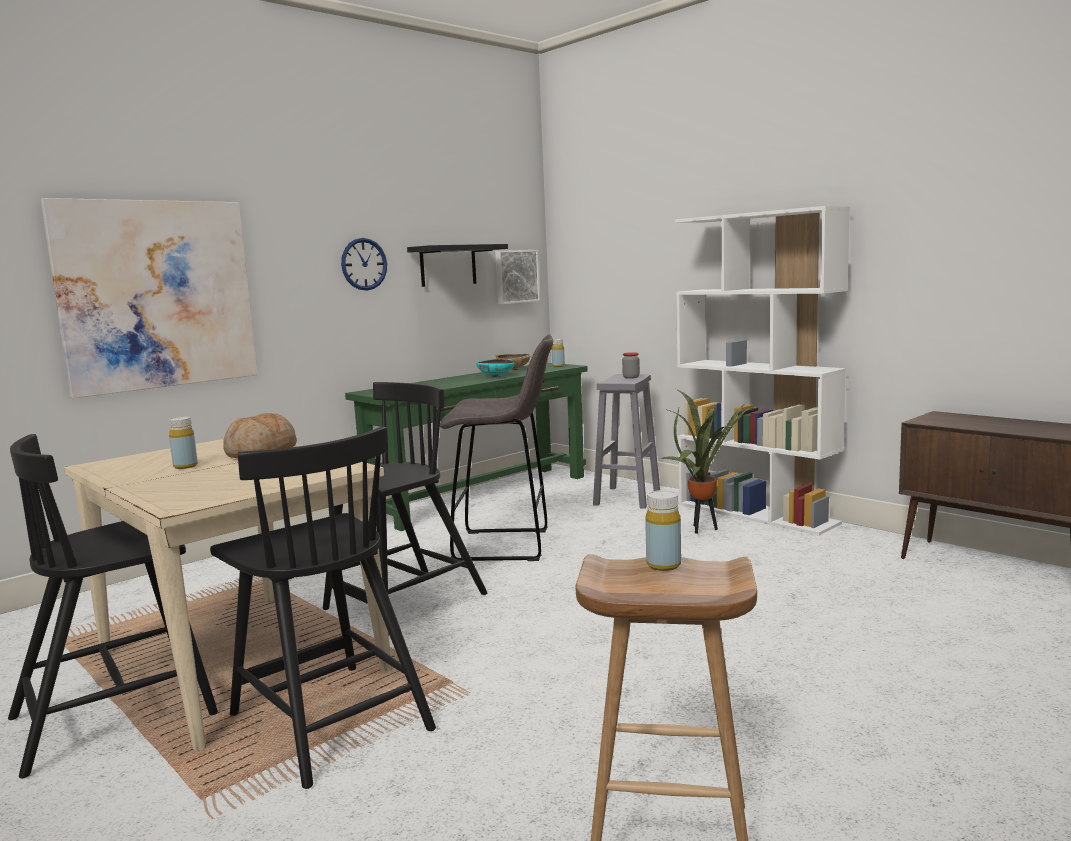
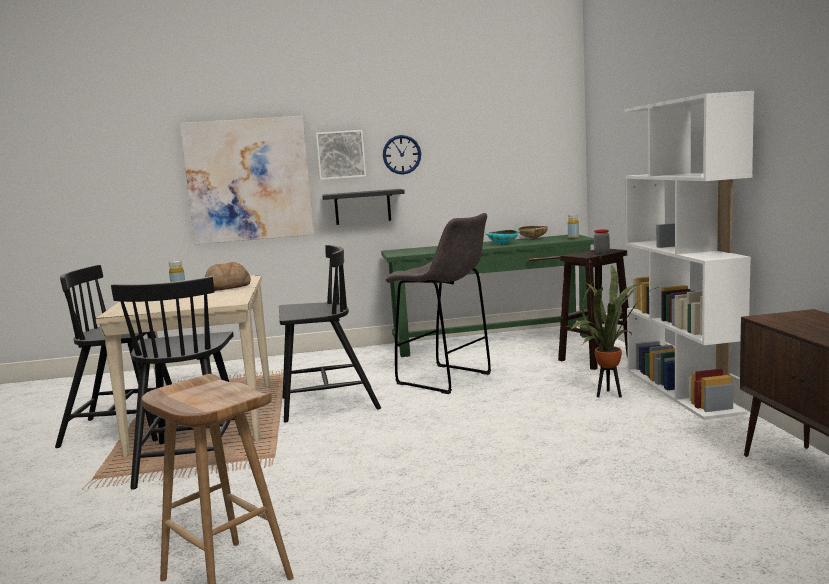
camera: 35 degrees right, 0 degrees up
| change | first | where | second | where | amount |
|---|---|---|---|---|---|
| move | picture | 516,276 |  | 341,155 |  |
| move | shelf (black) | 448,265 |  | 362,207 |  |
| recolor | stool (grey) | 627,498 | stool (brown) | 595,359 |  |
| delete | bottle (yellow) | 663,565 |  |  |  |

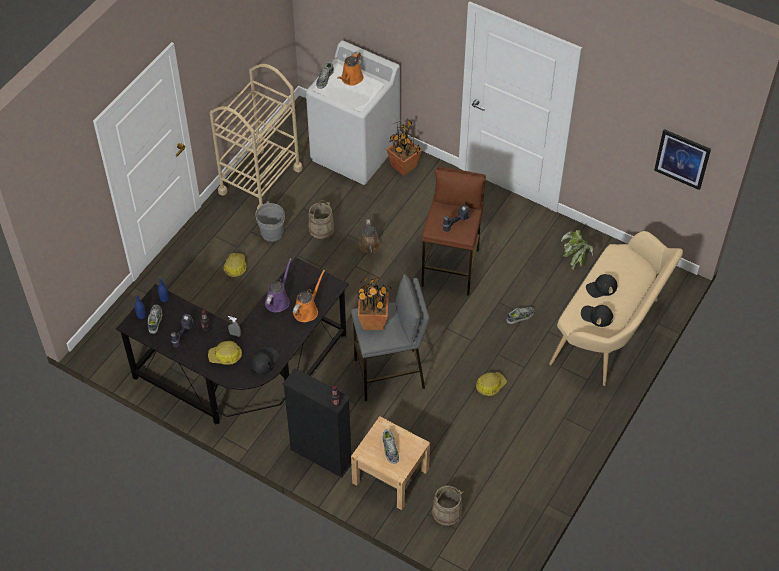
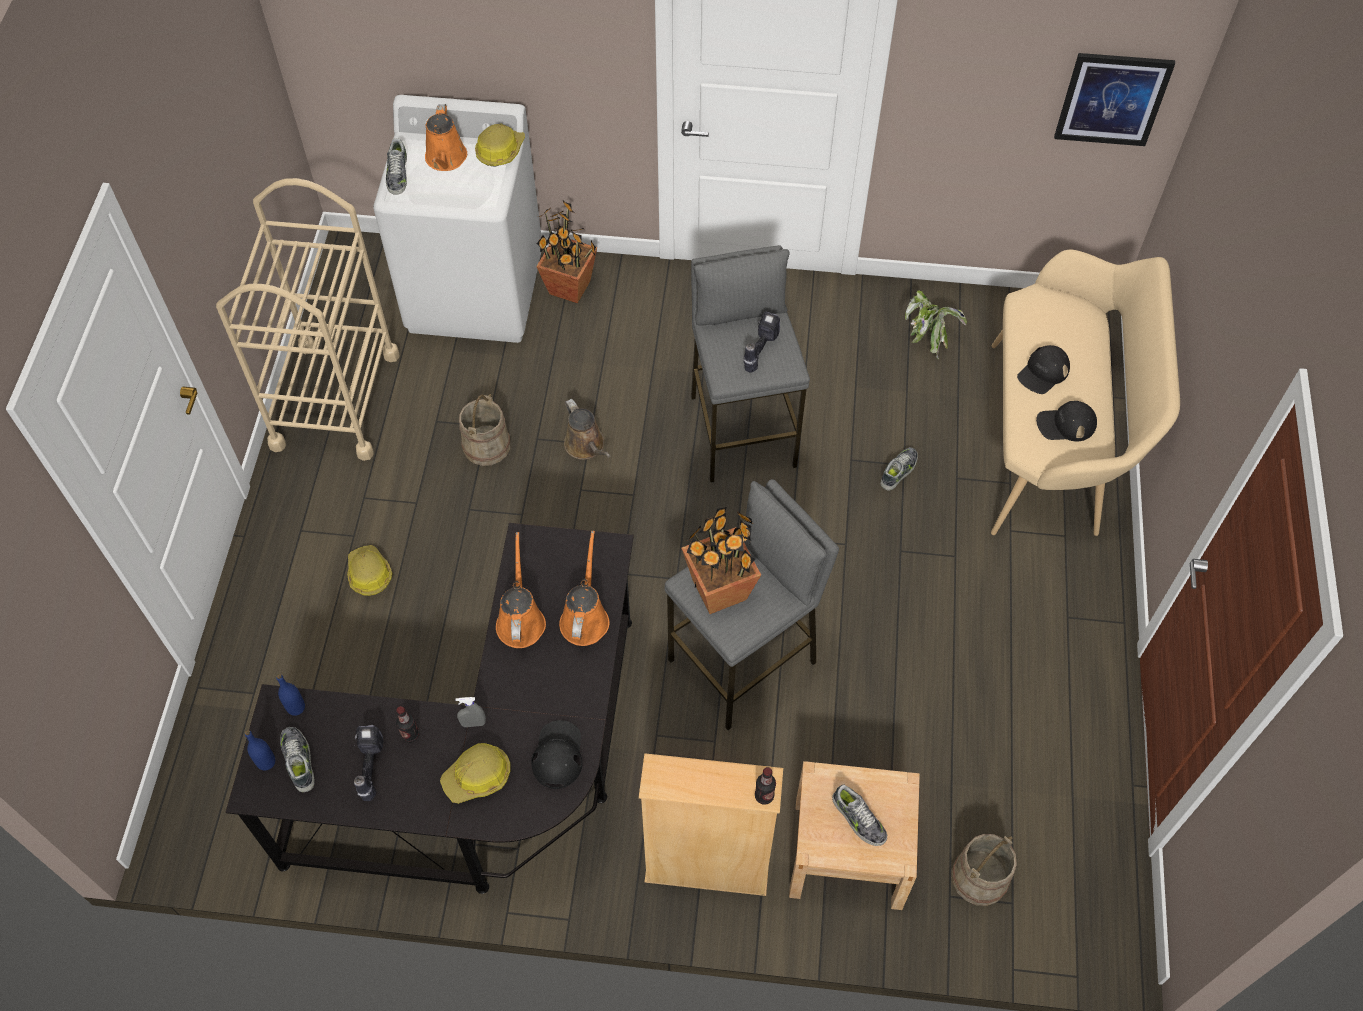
camera: 25 degrees left, 5 degrees up
| change | first | where | second | where | amount |
|---|---|---|---|---|---|
| move | hard hat | 490,385 |  | 500,150 |  |
| recolor | watering can (purple) | 278,300 | watering can (orange) | 520,620 |  |
| recolor | bookcase (black) | 321,456 | bookcase (beige) | 707,870 |  |
| recolor | stool (brown) | 451,268 | stool (grey) | 742,431 |  |
| delete | bucket (grey) | 272,233 |  |  |  |

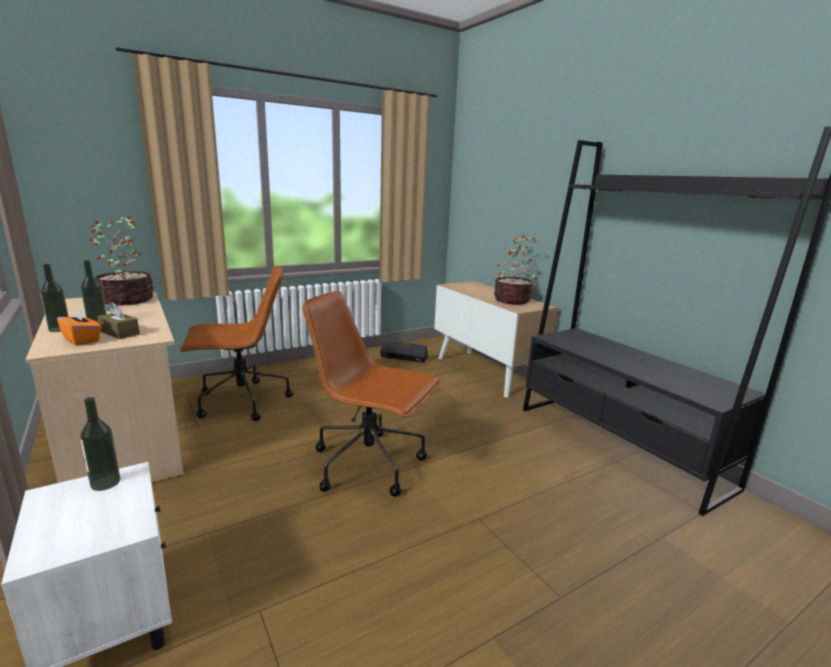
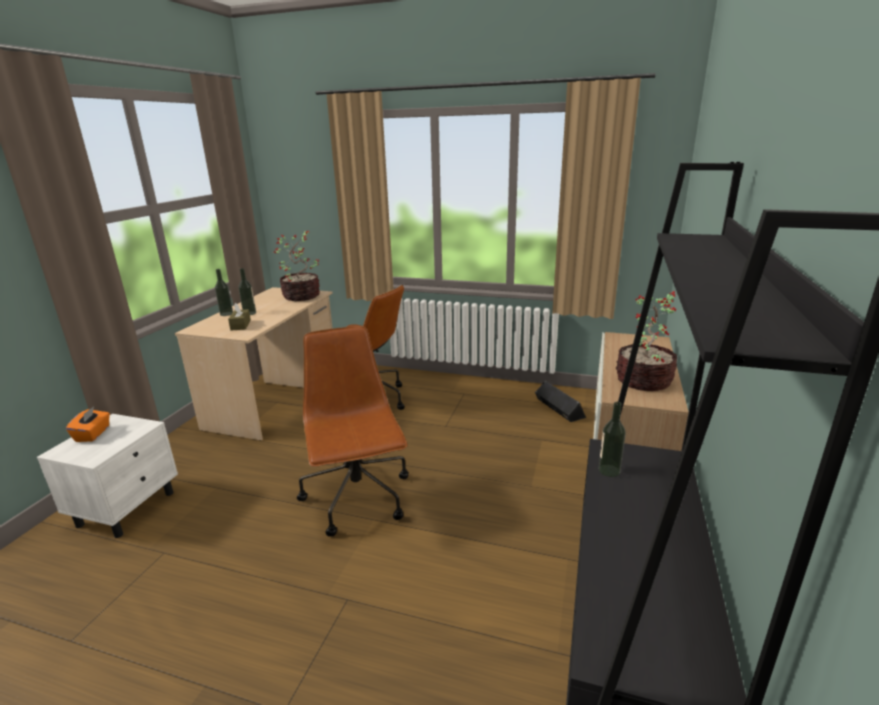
camera: 50 degrees right, 5 degrees up
| change | first | where | second | where | amount |
|---|---|---|---|---|---|
| move | tissue box (orange) | 82,340 |  | 93,434 |  |
| move | bottle | 105,483 |  | 609,470 |  |

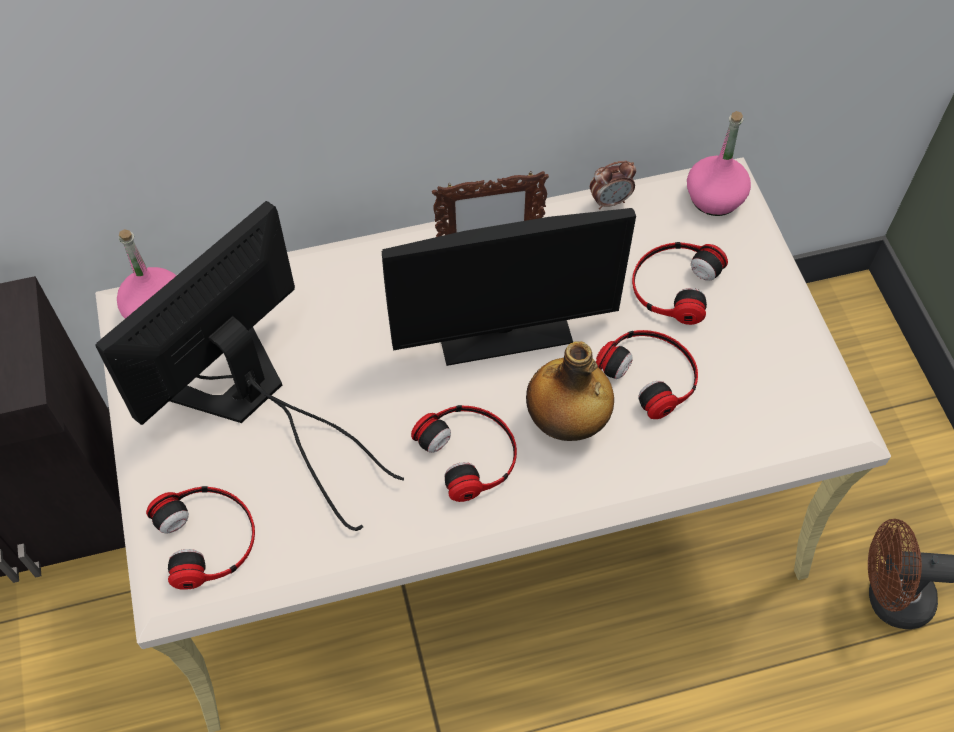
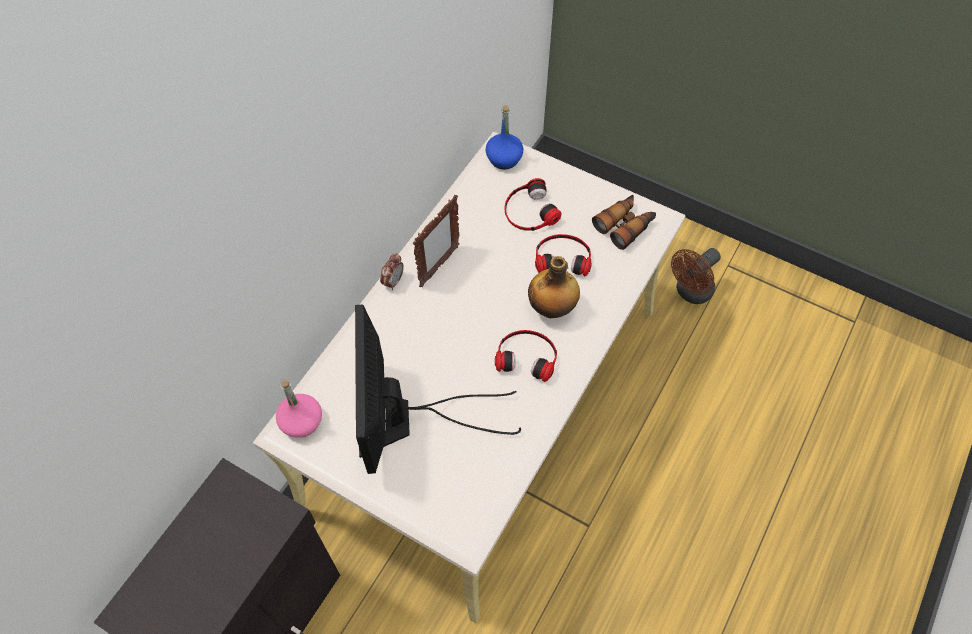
camera: 45 degrees left, 0 degrees up
| change | first | where | second | where | amount |
|---|---|---|---|---|---|
| move | alarm clock | 610,201 |  | 393,281 |  |
| recolor | bottle (pink) | 714,198 | bottle (blue) | 504,159 |  |
| insert |  |  | binoculars | 625,225 |  |
| delete | headphones | 207,537 |  |  |  |
| delete | monitor | 503,330 |  |  |  |

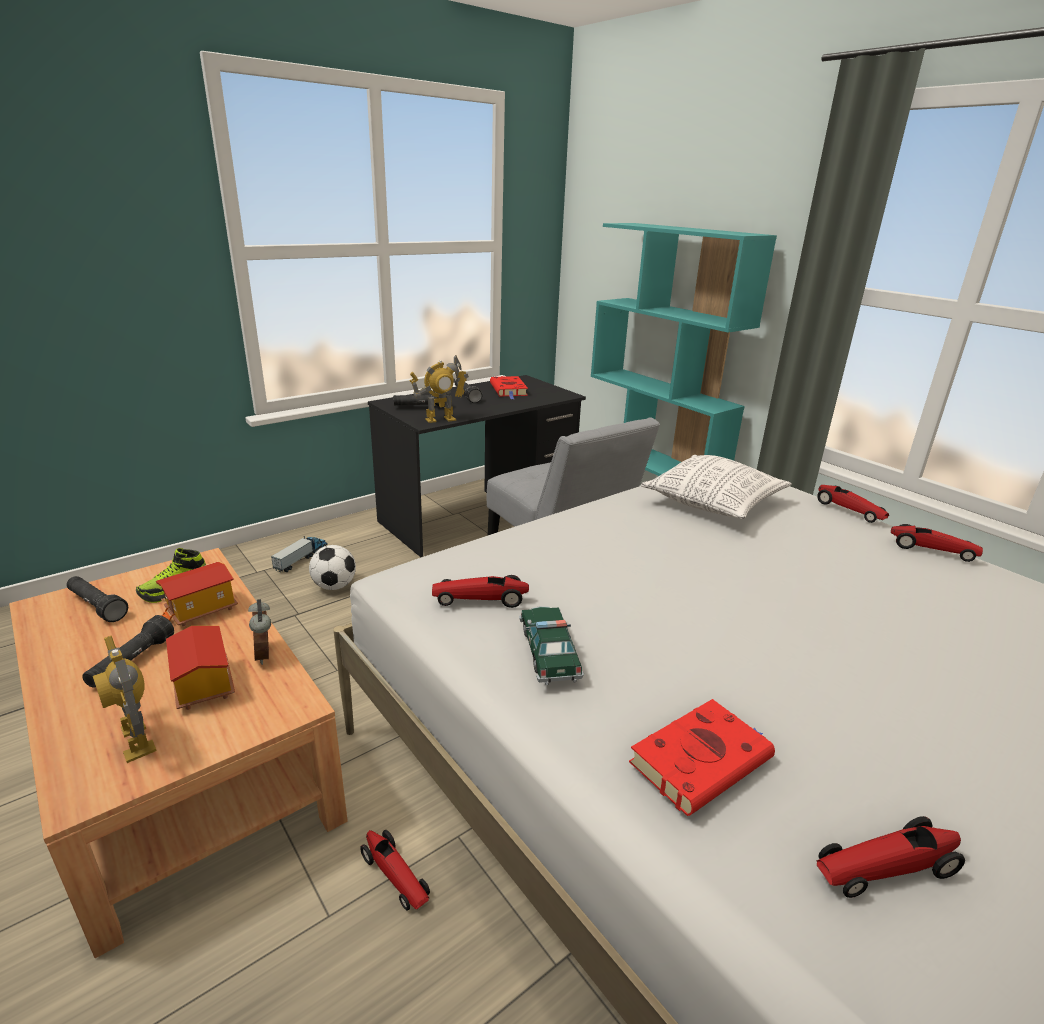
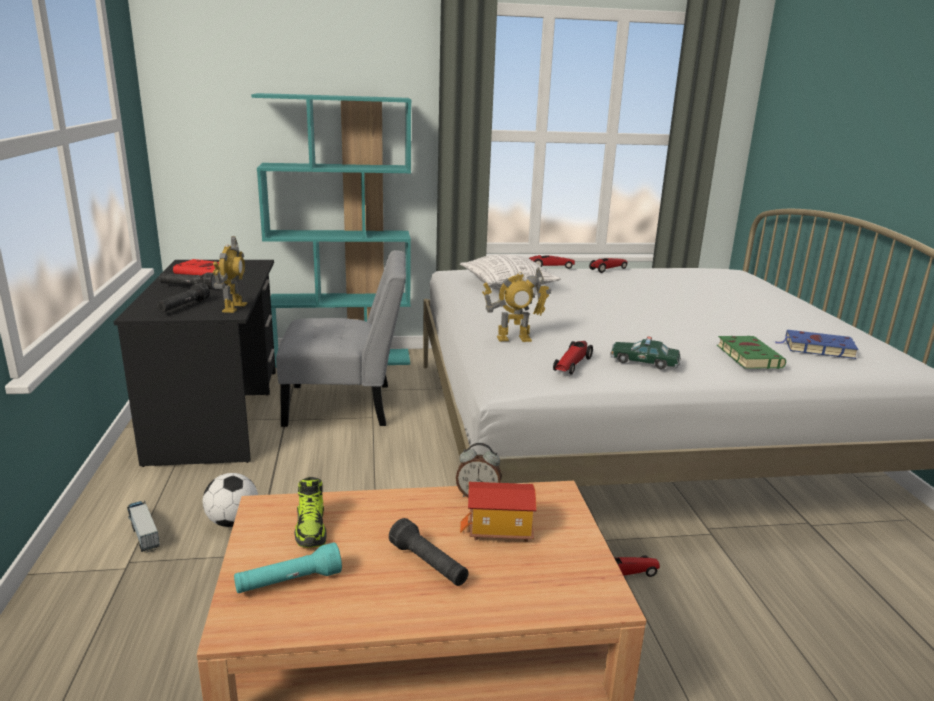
camera: 60 degrees left, 5 degrees down
| change | first | where | second | where | amount |
|---|---|---|---|---|---|
| recolor | flashlight (black) | 97,606 | flashlight (turquoise) | 289,582 |  |
| move | toy robot | 137,740 |  | 514,338 |  |
| recolor | book (red) | 702,759 | book (green) | 747,356 |  |
| replace | toy car | 886,867 | book (blue) | 816,348 |  |
| delete | toy house | 201,611 |  |  |  |

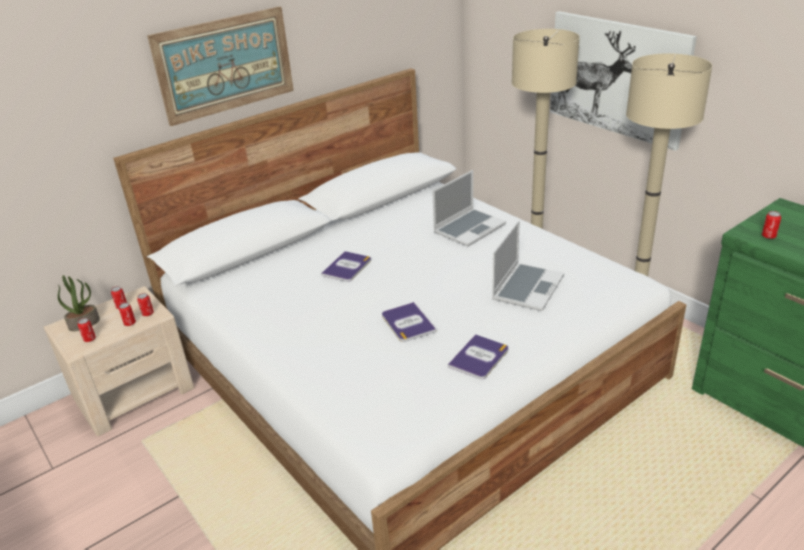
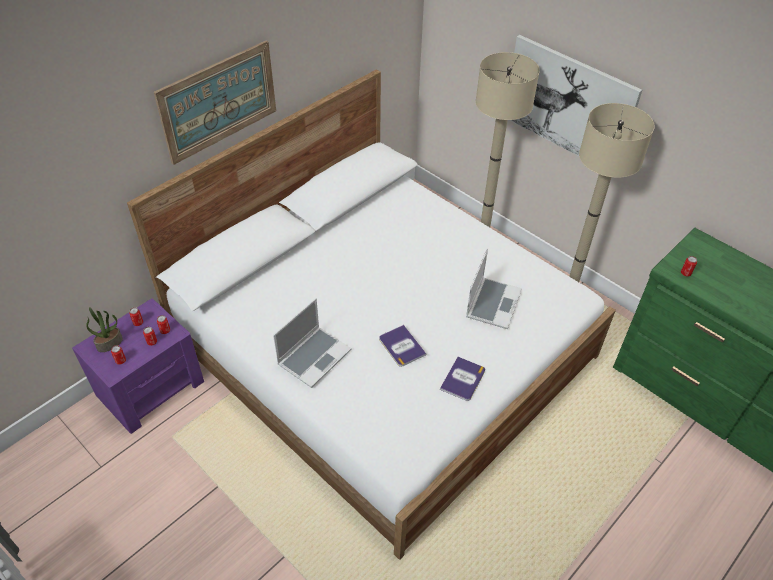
camera: 10 degrees left, 15 degrees up
| change | first | where | second | where | amount |
|---|---|---|---|---|---|
| recolor | nightstand (beige) | 134,392 | nightstand (purple) | 151,387 |  |
| move | laptop | 469,228 |  | 314,356 |  |
| delete | book | 347,267 |  |  |  |

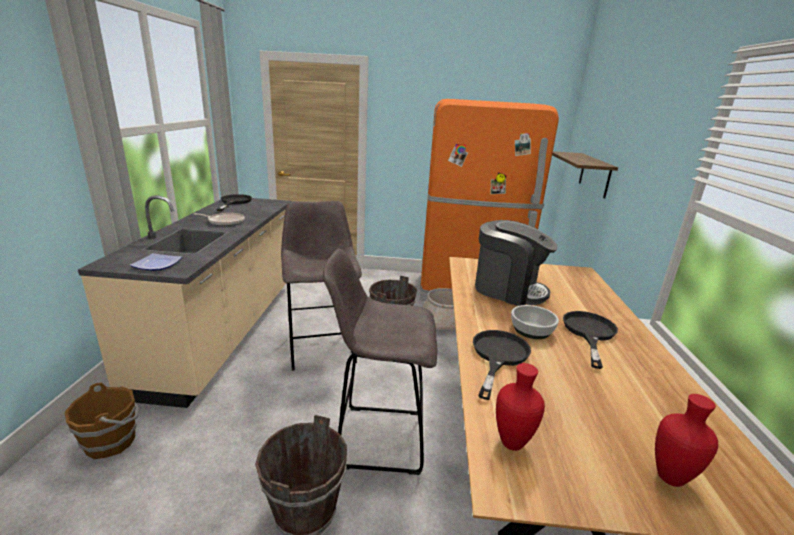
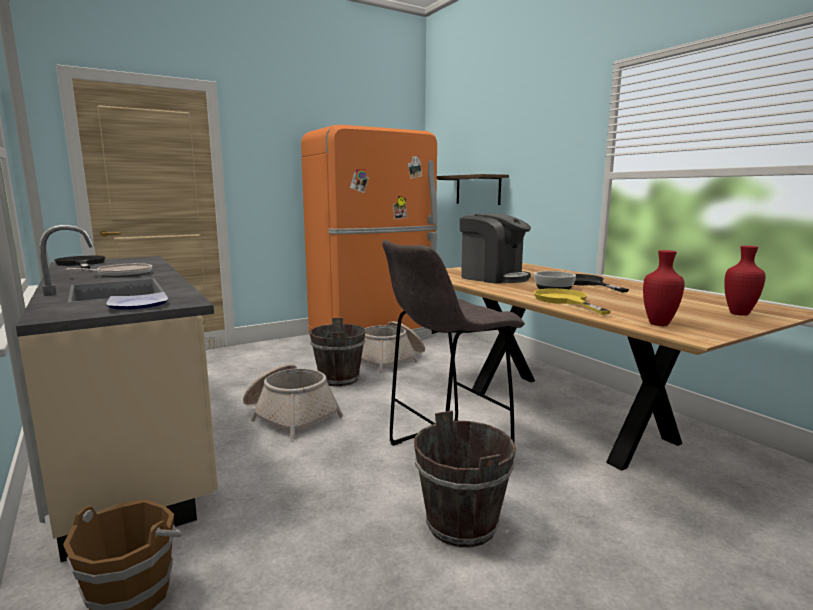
camera: 35 degrees left, 10 degrees down
| change | first | where | second | where | amount |
|---|---|---|---|---|---|
| replace | stool (grey) | 321,348 | basket | 290,415 |  |
| rotate | coffee machine | 508,289 |  | 493,277 | 45 degrees clockwise |
| recolor | frying pan (black) | 498,356 | frying pan (yellow) | 565,301 |  |

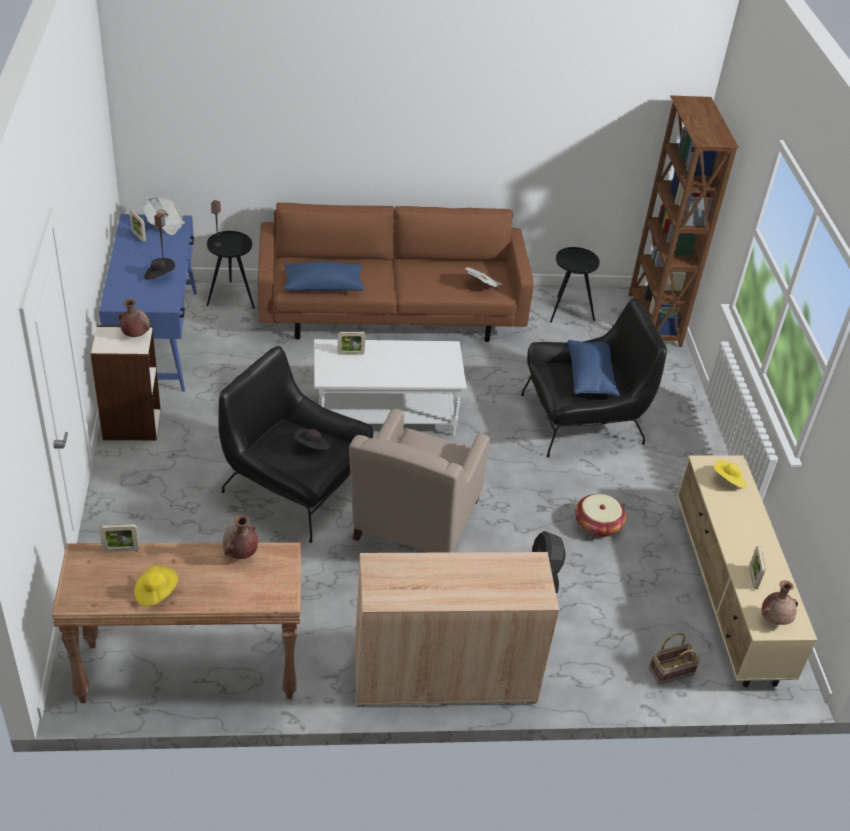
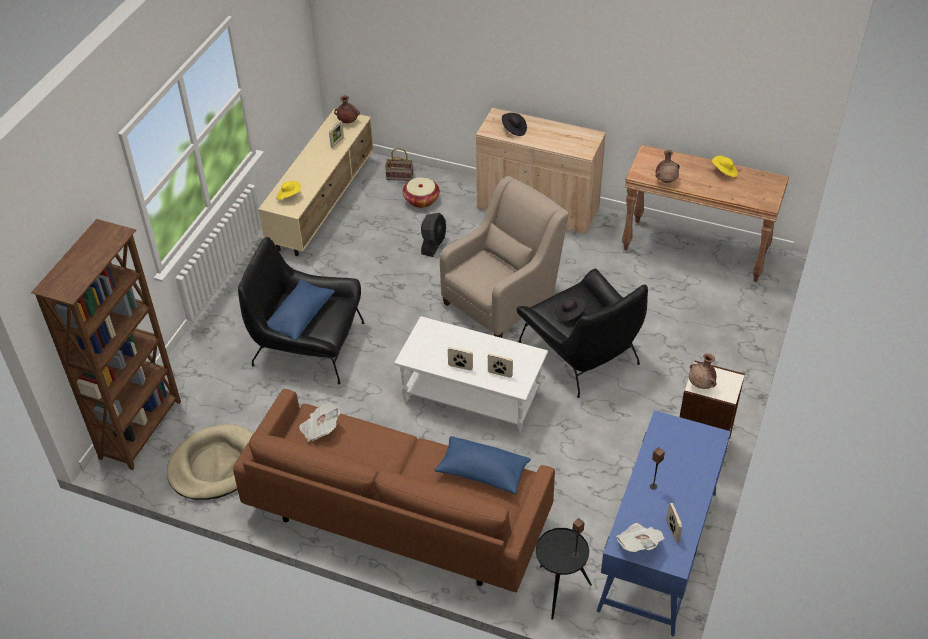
camera: 150 degrees left, 5 degrees up
| change | first | where | second | where | amount |
|---|---|---|---|---|---|
| replace | side table (black) | 567,311 | dog bed (beige) | 215,465 |  |
| move | basket | 597,525 |  | 421,200 |  |
| move | picture frame | 121,550 |  | 460,367 |  |
| move | hat (black) | 159,276 |  | 514,129 |  |

